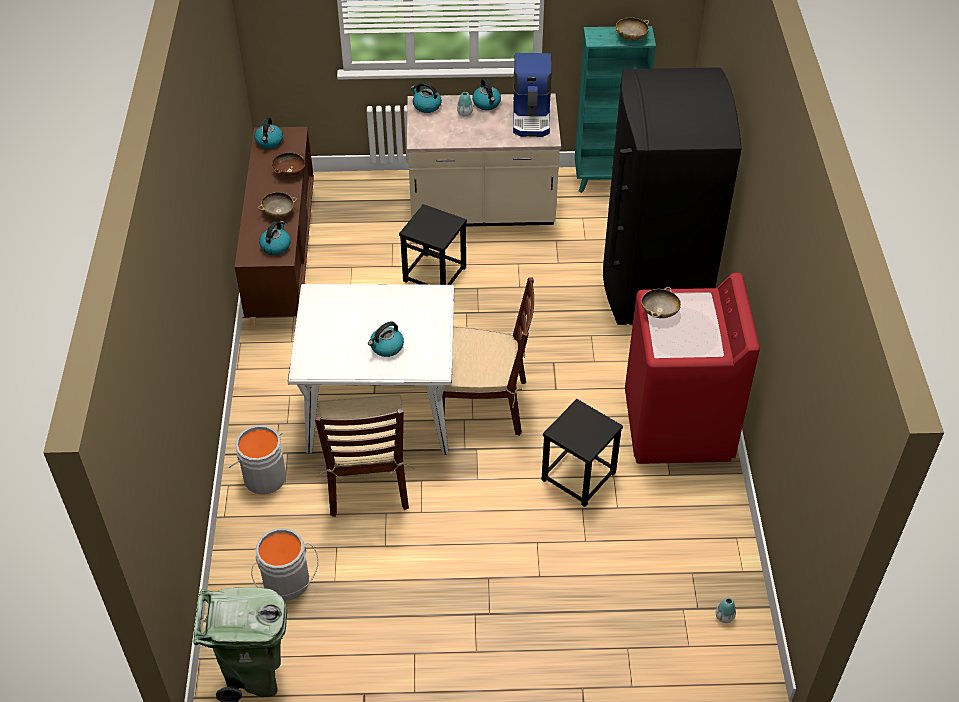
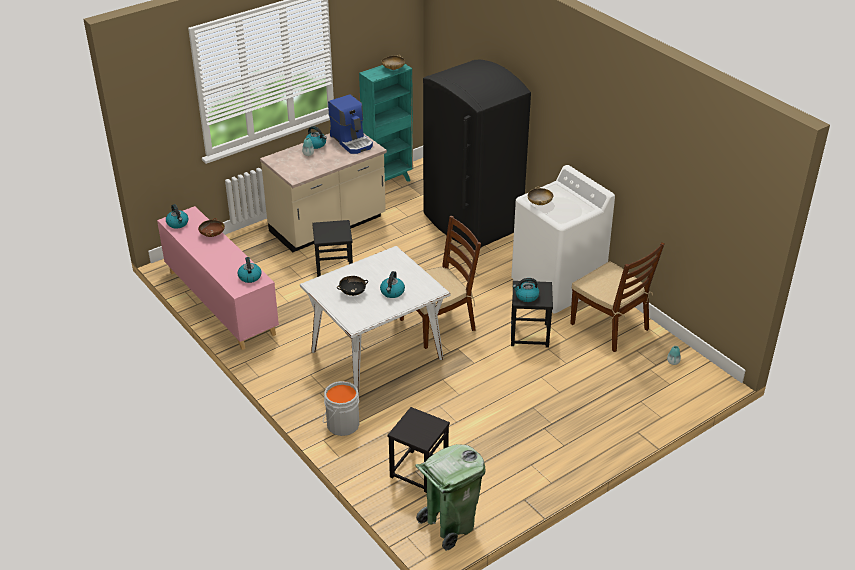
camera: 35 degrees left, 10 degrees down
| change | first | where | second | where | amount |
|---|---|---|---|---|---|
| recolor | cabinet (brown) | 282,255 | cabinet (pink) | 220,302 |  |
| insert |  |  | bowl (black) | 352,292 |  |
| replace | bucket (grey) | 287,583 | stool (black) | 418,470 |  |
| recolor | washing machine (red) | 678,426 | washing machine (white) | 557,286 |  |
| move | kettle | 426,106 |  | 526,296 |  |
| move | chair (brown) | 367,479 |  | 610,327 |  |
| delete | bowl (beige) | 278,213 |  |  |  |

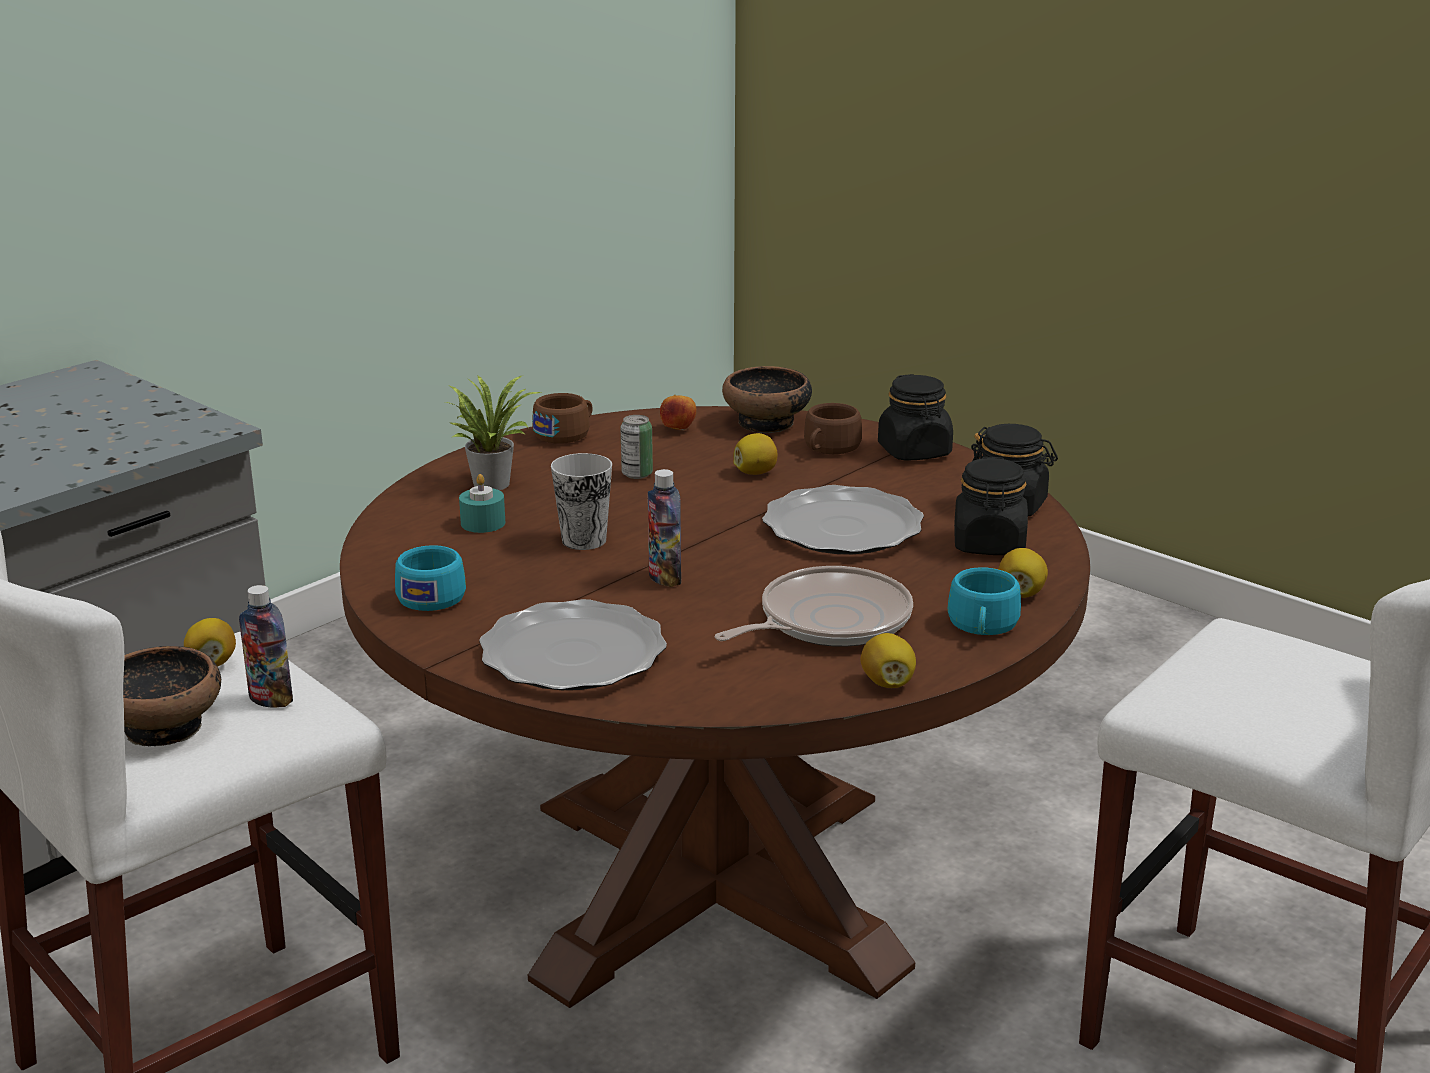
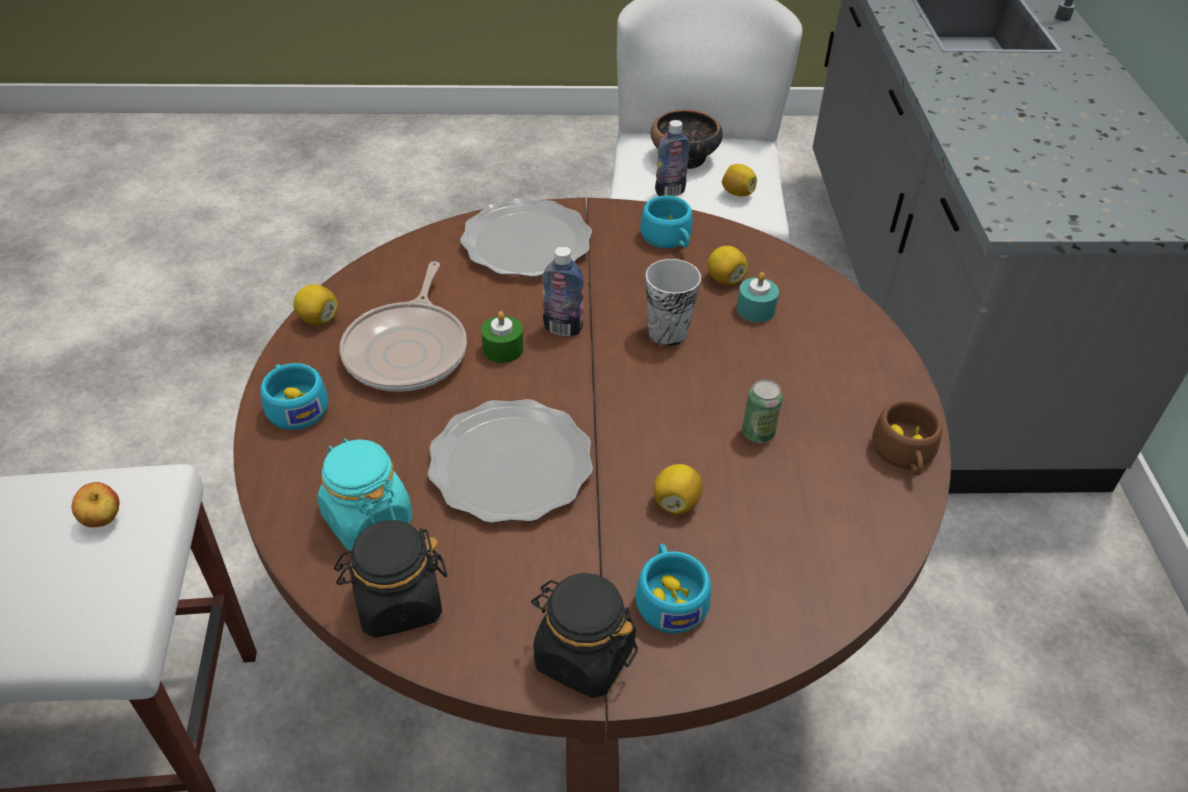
camera: 135 degrees right, 20 degrees up
| change | first | where | second | where | amount |
|---|---|---|---|---|---|
| move | apple | 678,429 |  | 103,520 |  |
| recolor | jar (black) | 989,544 | jar (turquoise) | 367,519 |  |
| insert |  |  | candle (green) | 503,349 |  |
| recolor | cup (brown) | 829,448 | cup (turquoise) | 669,598 |  |
| move | lemon | 1021,593 |  | 725,279 |  |
| delete | potted plant | 492,482 |  |  |  |
| delete | bowl | 767,423 |  |  |  |

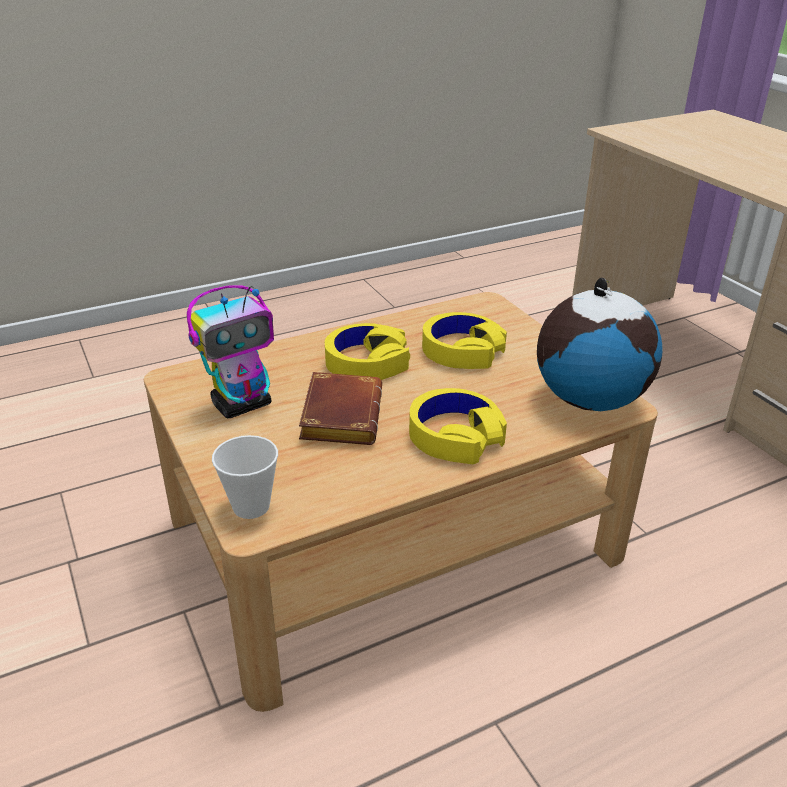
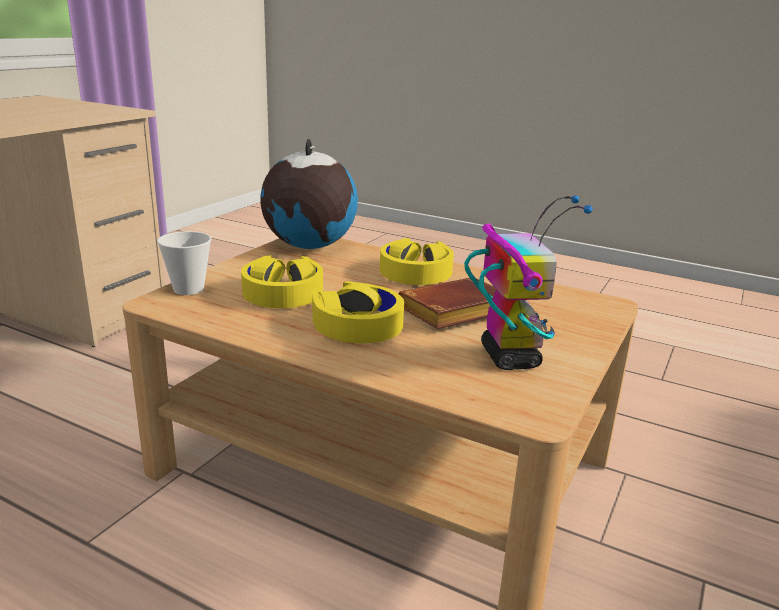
camera: 125 degrees left, 10 degrees down
| change | first | where | second | where | amount |
|---|---|---|---|---|---|
| move | cup | 251,506 |  | 188,289 |  |
| rotate | toy robot | 242,404 |  | 509,357 | 60 degrees clockwise |

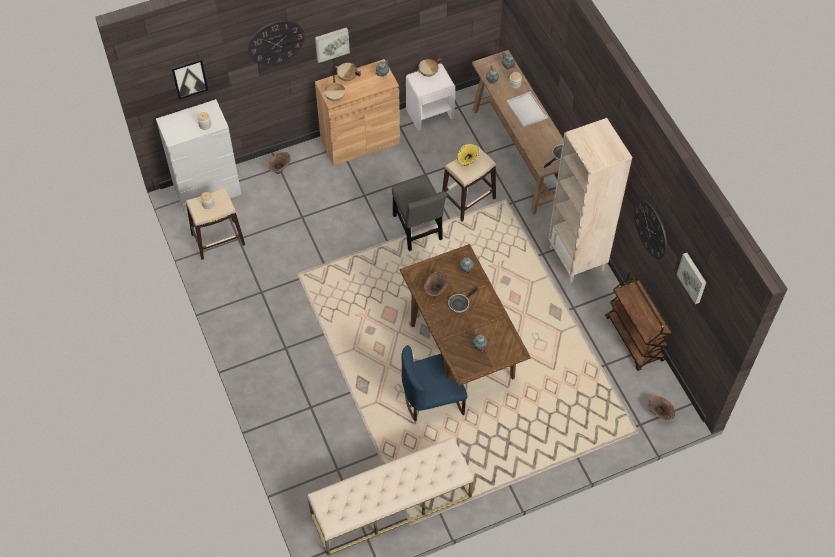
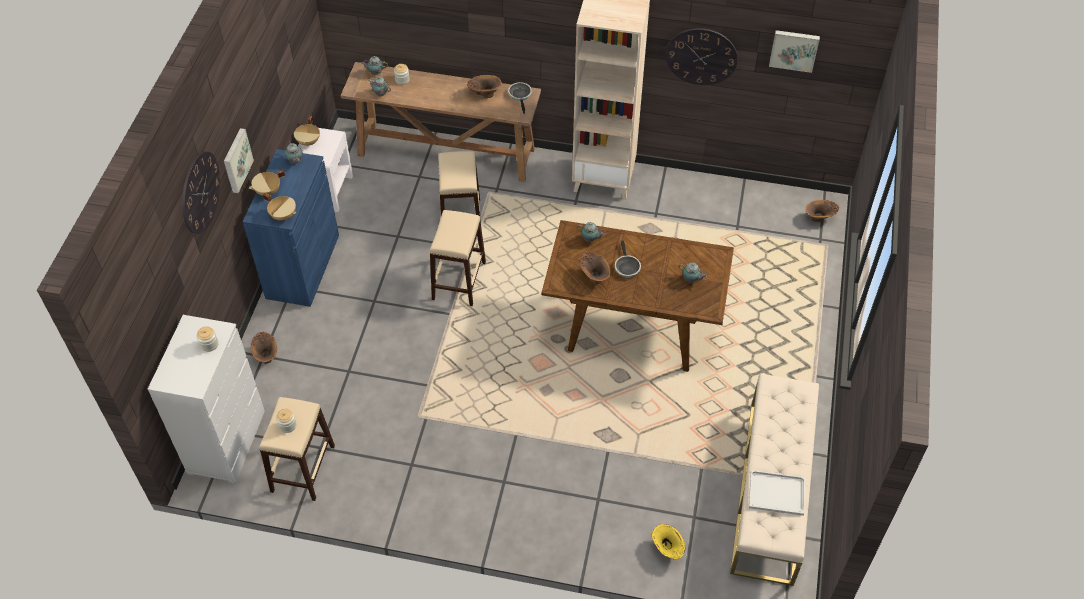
camera: 55 degrees left, 5 degrees down
| change | first | where | second | where | amount |
|---|---|---|---|---|---|
| recolor | cabinet (brown) | 360,141 | cabinet (blue) | 302,266 |  |
| replace | chair (grey) | 418,230 | stool (beige) | 459,280 |  |
| insert |  |  | vase (brown) | 484,94 |  |
| move | vase (yellow) | 467,162 |  | 667,550 |  |
| move | tray (white) | 526,109 |  | 775,494 |  |
| delete | picture | 189,78 |  |  |  |
| delete | chair (blue) | 432,400 |  |  |  |
| delete | cart (brown) | 634,339 |  |  |  |

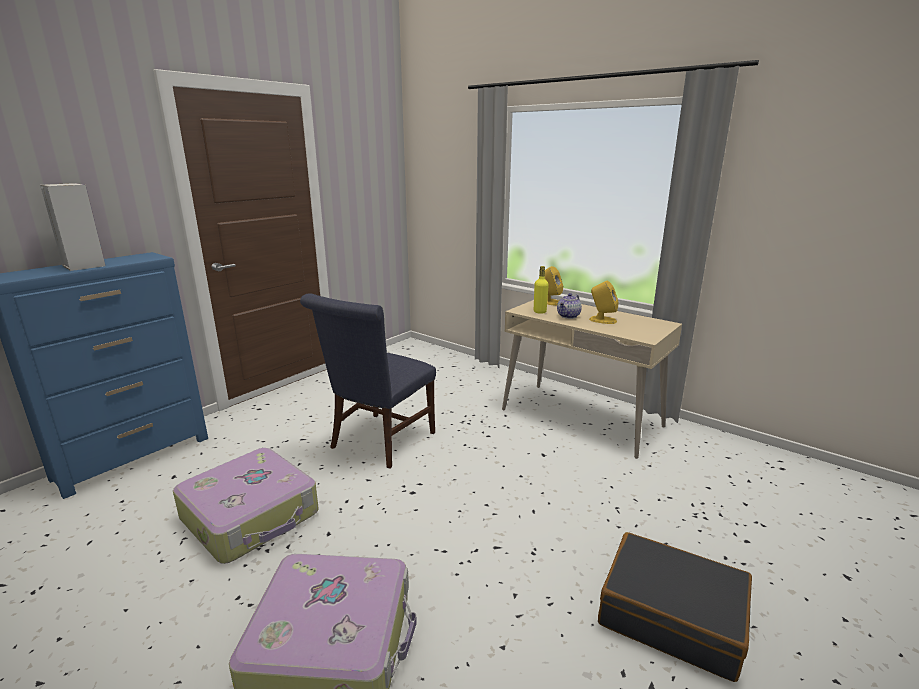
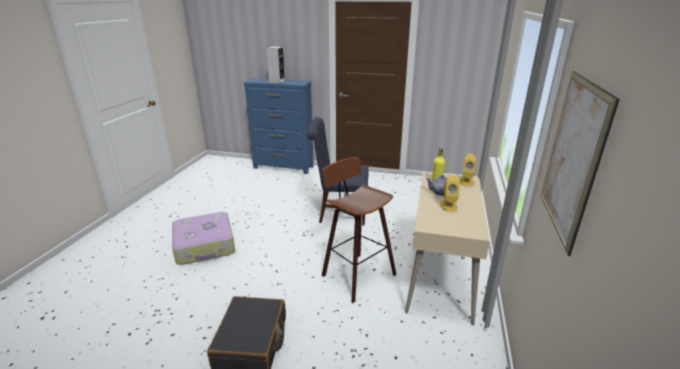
camera: 65 degrees right, 5 degrees up
| change | first | where | second | where | amount |
|---|---|---|---|---|---|
| insert |  |  | stool | 355,275 |  |
| insert |  |  | picture | 572,158 |  |
| delete | suitcase | 252,516 |  |  |  |

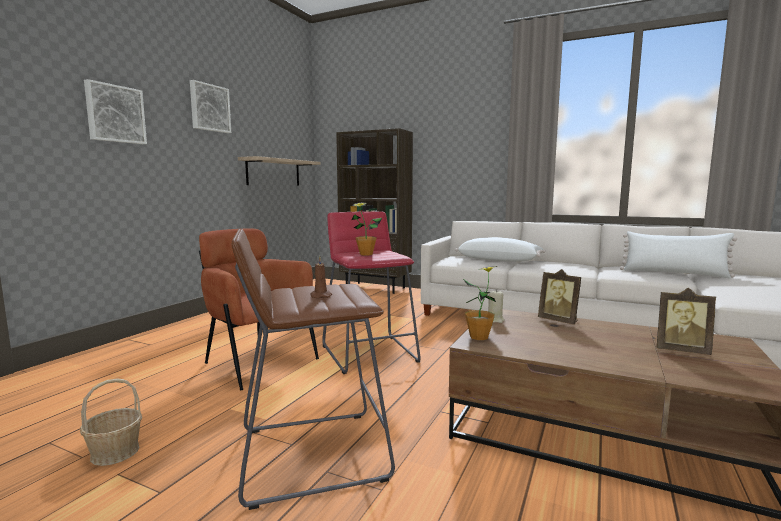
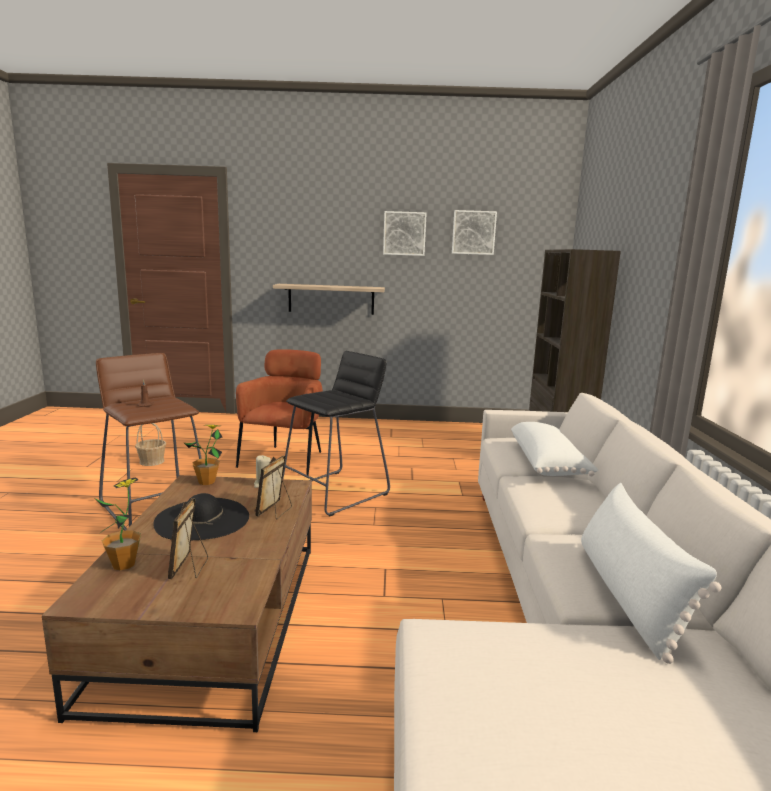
camera: 65 degrees right, 5 degrees up
| change | first | where | second | where | amount |
|---|---|---|---|---|---|
| move | potted plant | 366,254 |  | 124,564 |  |
| insert |  |  | hat (black) | 202,519 |  |
| move | shelf | 273,172 |  | 331,299 |  |
| recolor | stool (red) | 369,353 | stool (black) | 335,492 |  |
| move | picture | 115,114 |  | 473,232 |  |

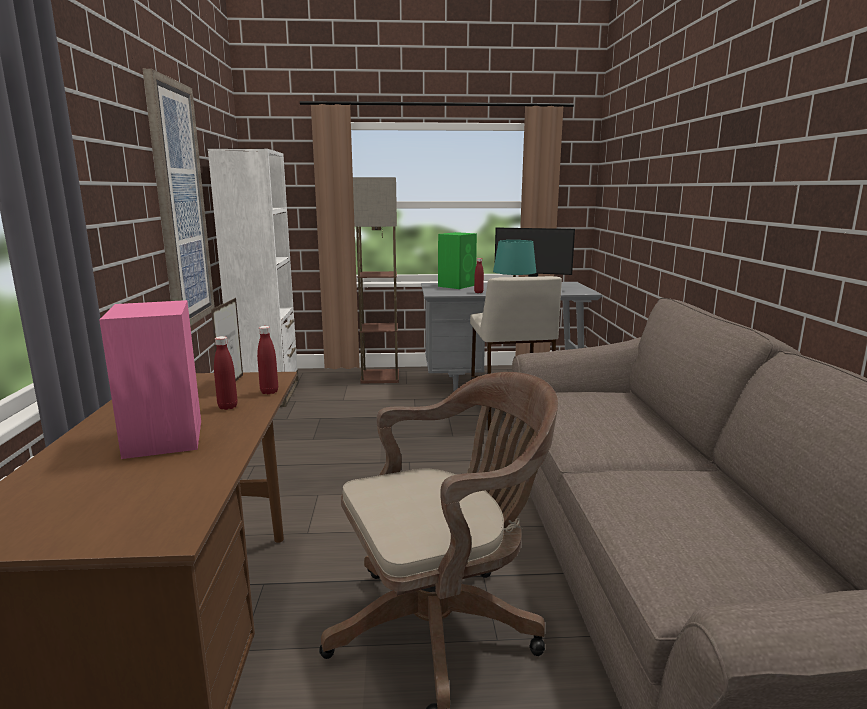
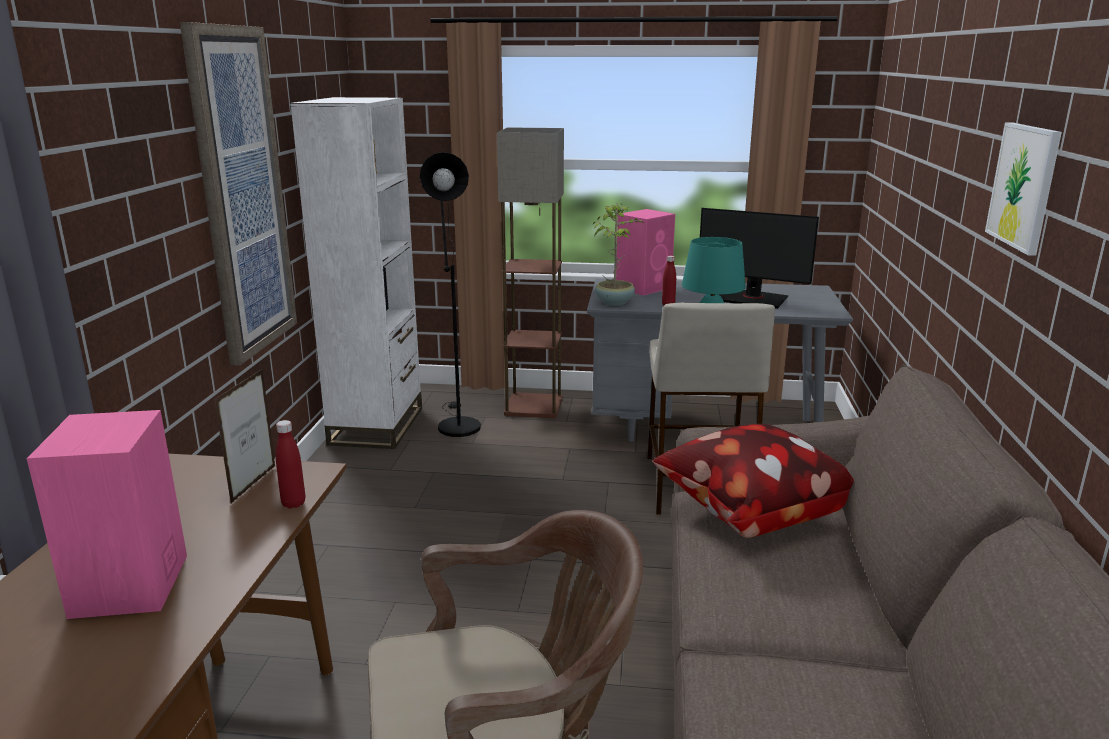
camera: 10 degrees right, 5 degrees up
| change | first | where | second | where | amount |
|---|---|---|---|---|---|
| insert |  |  | floor lamp (black) | 456,424 |  |
| insert |  |  | potted plant | 615,302 |  |
| recolor | speaker (green) | 457,285 | speaker (pink) | 644,287 |  |
| insert |  |  | pillow | 748,513 |  |
| insert |  |  | picture | 1023,186 |  |
| delete | bottle (red) | 227,407 |  |  |  |

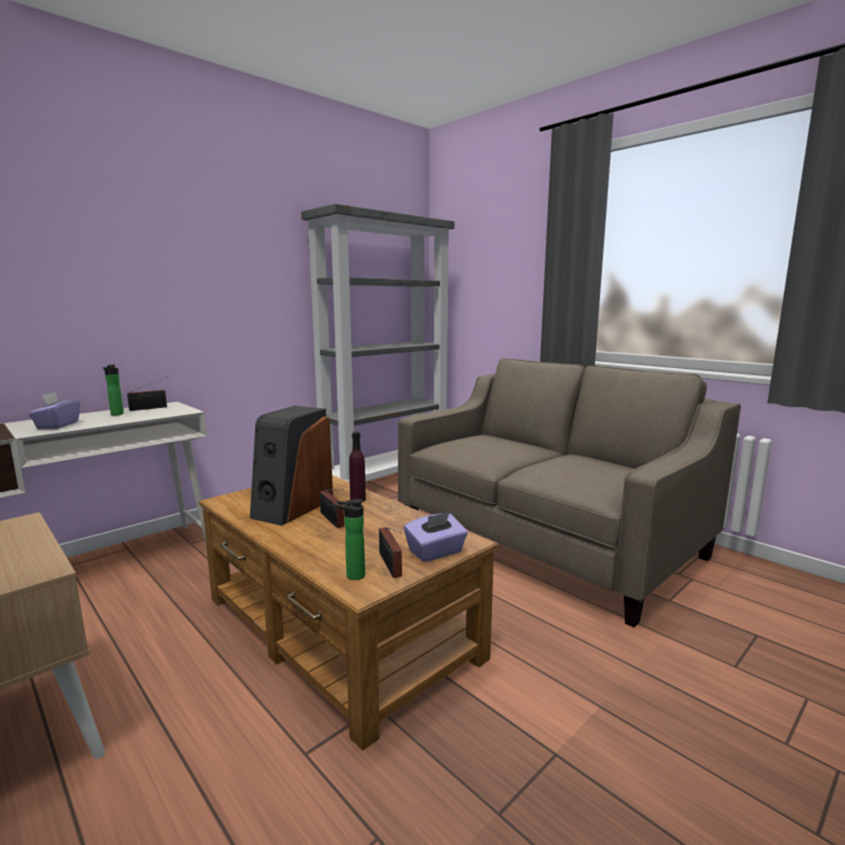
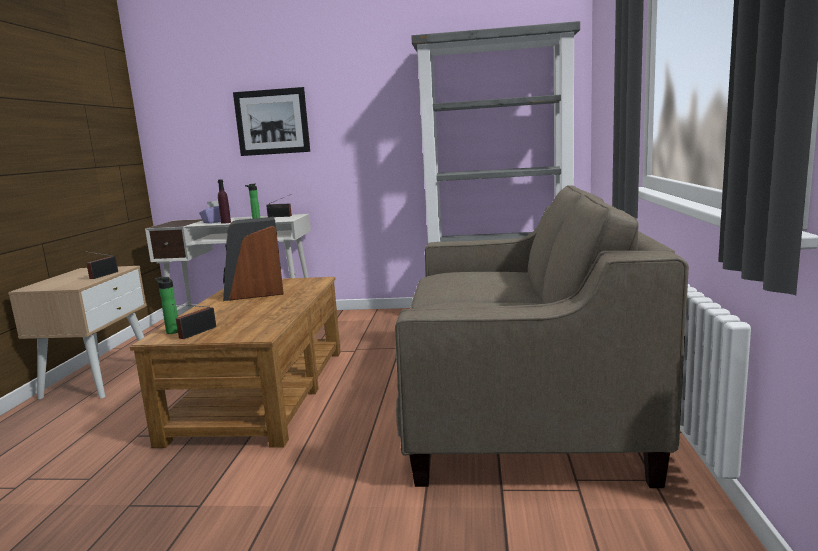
camera: 50 degrees right, 0 degrees up
| change | first | where | second | where | amount |
|---|---|---|---|---|---|
| move | radio | 332,520 |  | 102,275 |  |
| move | bottle (purple) | 358,499 |  | 226,222 |  |
| insert |  |  | picture | 272,122 |  |
| delete | tissue box (purple) | 436,552 |  |  |  |

